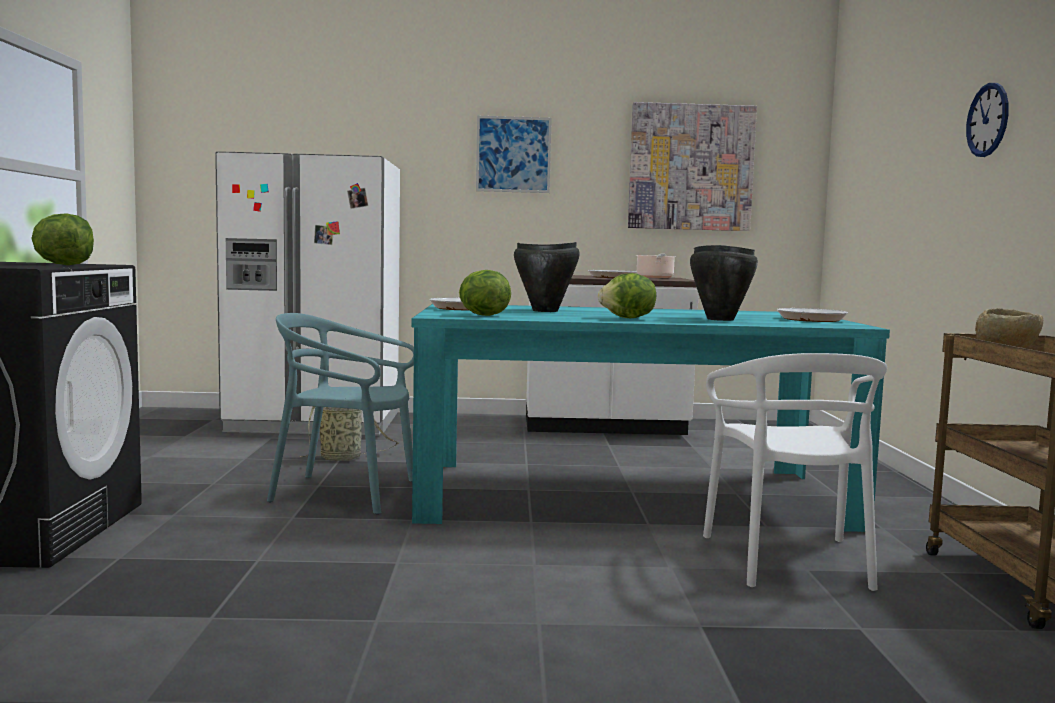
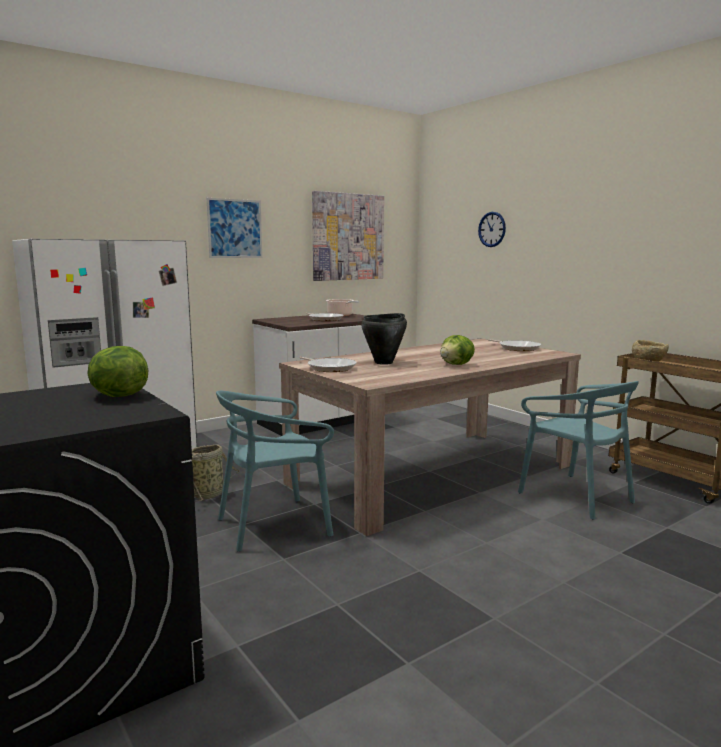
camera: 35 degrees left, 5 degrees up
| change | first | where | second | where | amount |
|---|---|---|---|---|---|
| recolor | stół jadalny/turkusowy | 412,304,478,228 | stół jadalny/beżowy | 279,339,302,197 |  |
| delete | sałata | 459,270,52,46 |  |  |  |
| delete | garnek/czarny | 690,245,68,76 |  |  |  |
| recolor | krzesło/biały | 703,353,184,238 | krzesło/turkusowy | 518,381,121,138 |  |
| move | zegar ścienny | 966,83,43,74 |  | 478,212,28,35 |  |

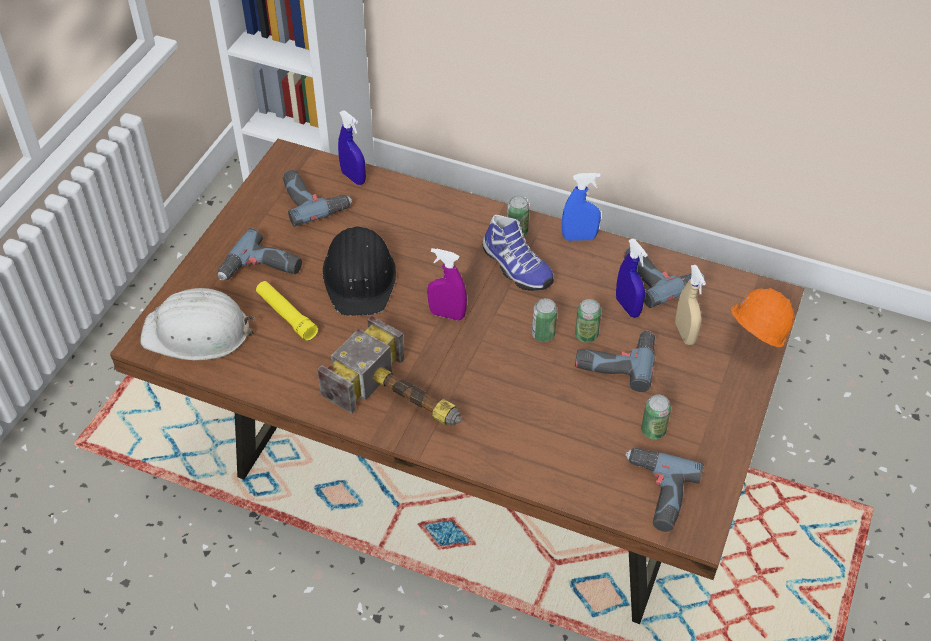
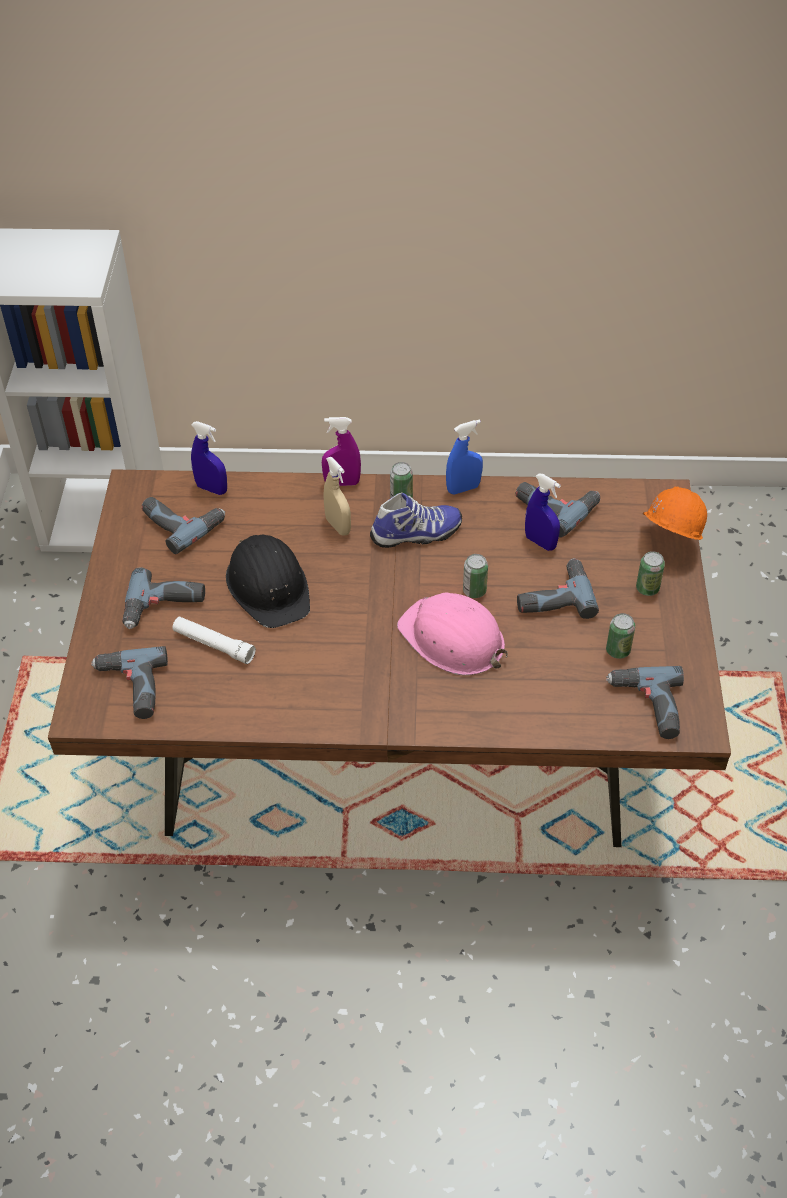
camera: 20 degrees left, 0 degrees up
| change | first | where | second | where | amount |
|---|---|---|---|---|---|
| replace | kask/biały | 140,288,115,73 | wiertarka | 91,646,77,73 |  |
| recolor | latarka/żółty | 256,281,62,60 | latarka/biały | 172,617,84,47 |  |
| delete | młotek | 317,316,144,110 |  |  |  |
| move | spryskiwacz/fioletowy | 427,248,40,73 |  | 322,417,39,69 |  |
| rotate | but | 482,215,72,76 |  | 370,492,92,56 | 45 degrees counterclockwise |
| move | puszka | 575,299,26,44 |  | 636,551,29,45 |  |
| move | spryskiwacz/beżowy | 675,265,31,80 |  | 324,457,27,79 |  |
| insert |  |  | kask/różowy | 397,593,111,82 |  |

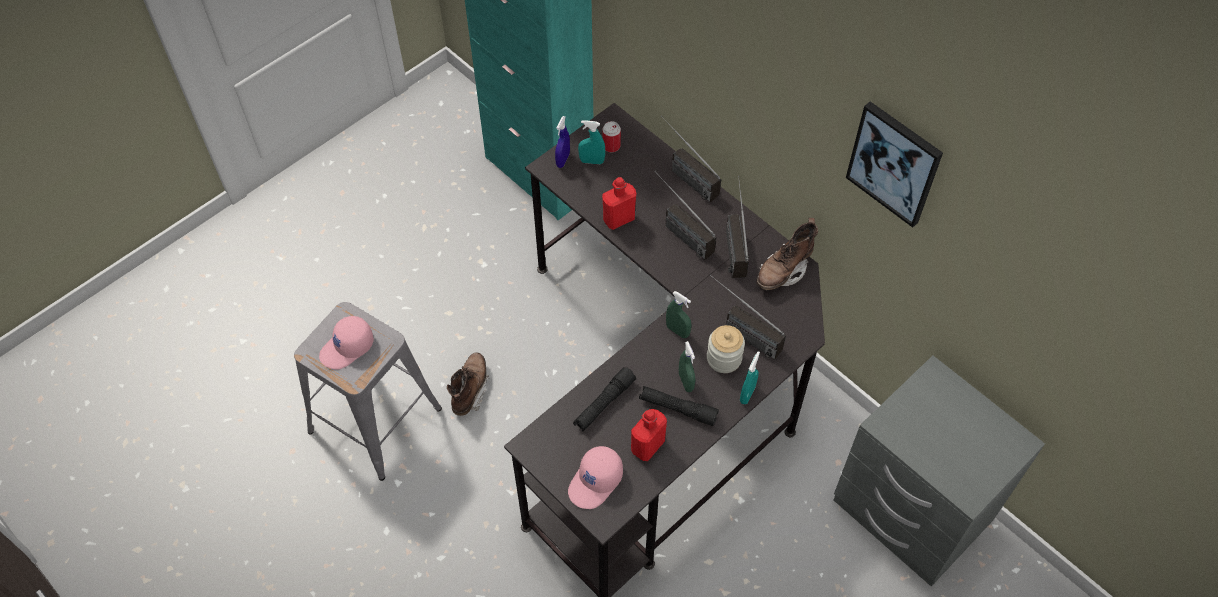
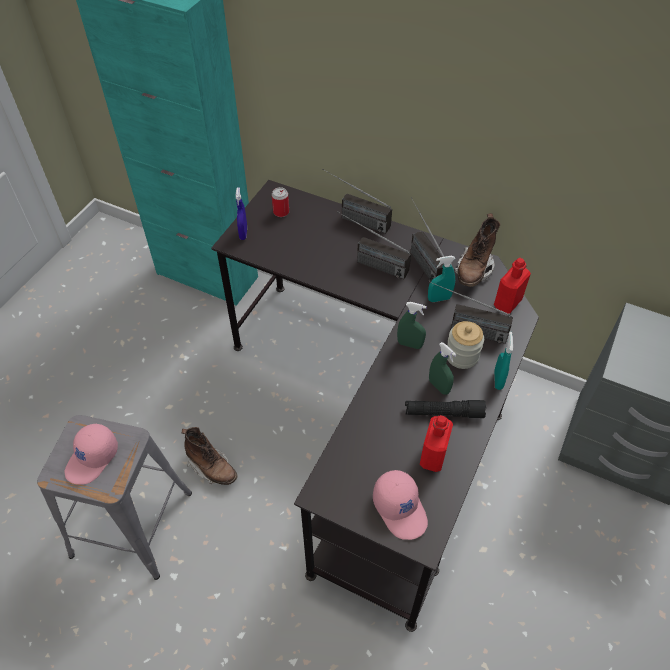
camera: 20 degrees left, 5 degrees down
| change | first | where | second | where | amount |
|---|---|---|---|---|---|
| rotate | but z cholewką/brązowy | 447,352,42,64 |  | 182,427,56,58 | 135 degrees clockwise |
| rotate | czapka z daszkiem/różowy | 568,446,55,63 |  | 373,470,55,70 | 45 degrees counterclockwise |
| delete | latarka/czarny | 573,367,63,65 |  |  |  |
| move | spryskiwacz/turkusowy | 578,120,27,44 |  | 428,256,27,46 |  |
| move | butelka/czerwony | 602,177,34,53 |  | 494,258,37,56 |  |
| delete | obraz | 846,101,97,127 |  |  |  |

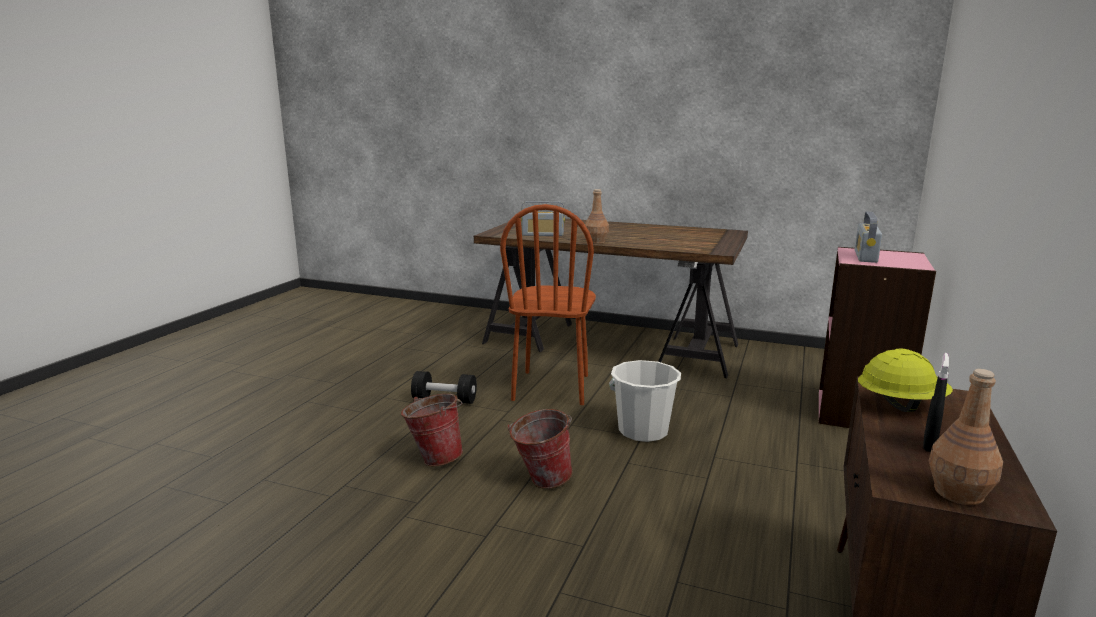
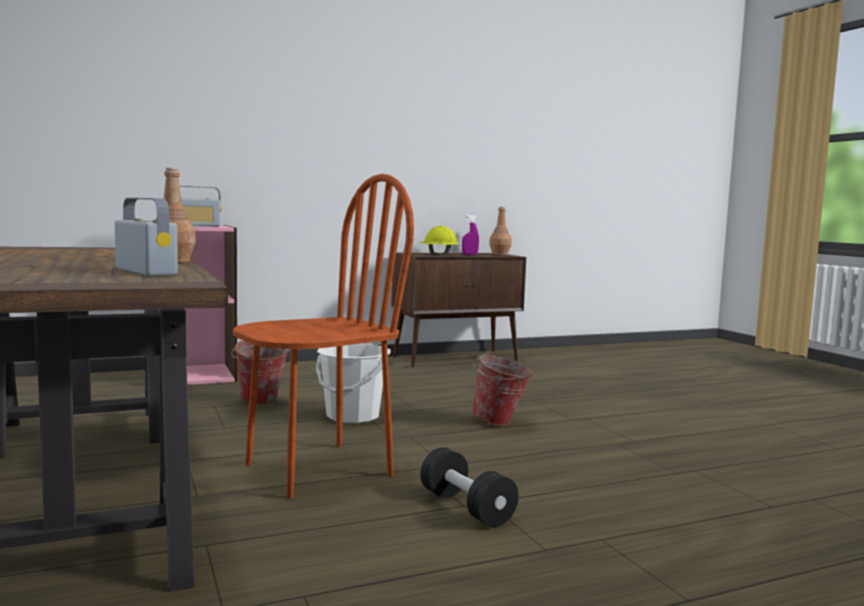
camera: 135 degrees left, 10 degrees down
| change | first | where | second | where | amount |
|---|---|---|---|---|---|
| move | wiadro | 401,394,62,73 |  | 231,341,58,63 |  |
| recolor | spryskiwacz/czarny | 923,353,26,99 | spryskiwacz/fioletowy | 462,214,17,41 |  |

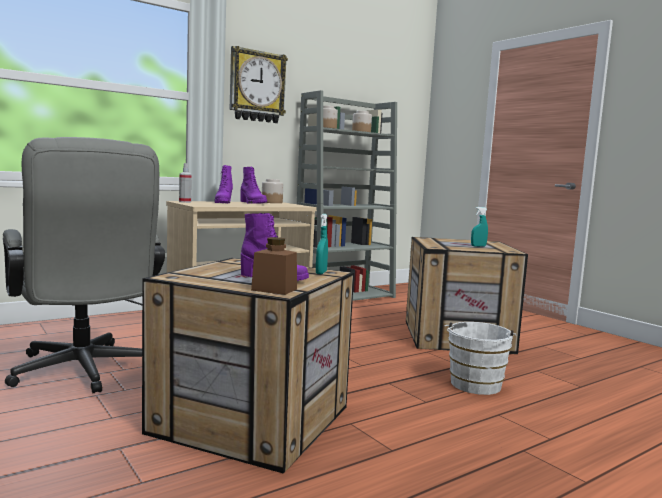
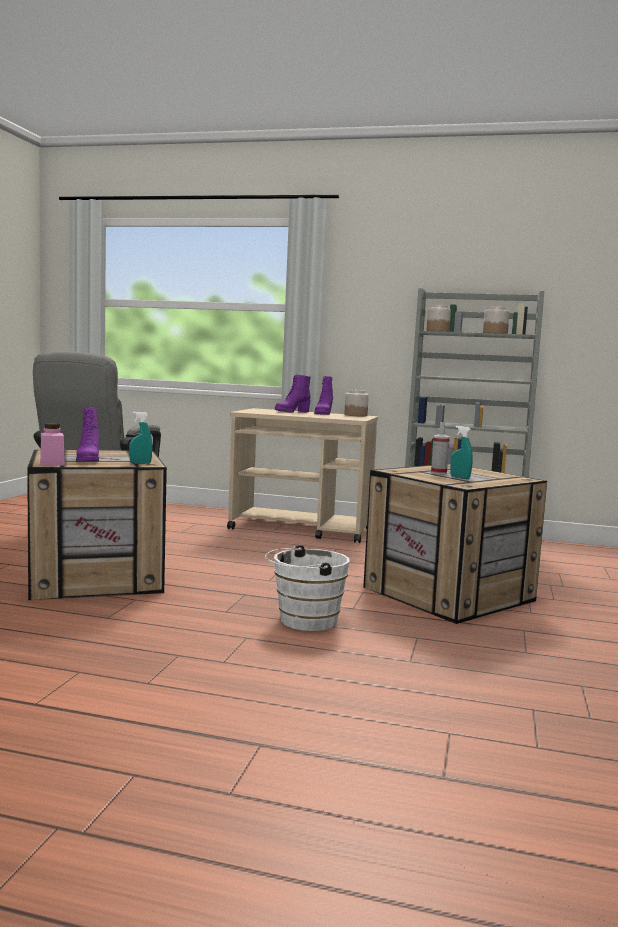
camera: 50 degrees right, 0 degrees up
| change | first | where | second | where | amount |
|---|---|---|---|---|---|
| move | spryskiwacz | 179,163,13,40 |  | 431,422,19,52 |  |
| delete | zegar ścienny | 230,46,58,77 |  |  |  |
| recolor | słoik/brązowy | 251,237,46,58 | słoik/różowy | 40,423,25,43 |  |

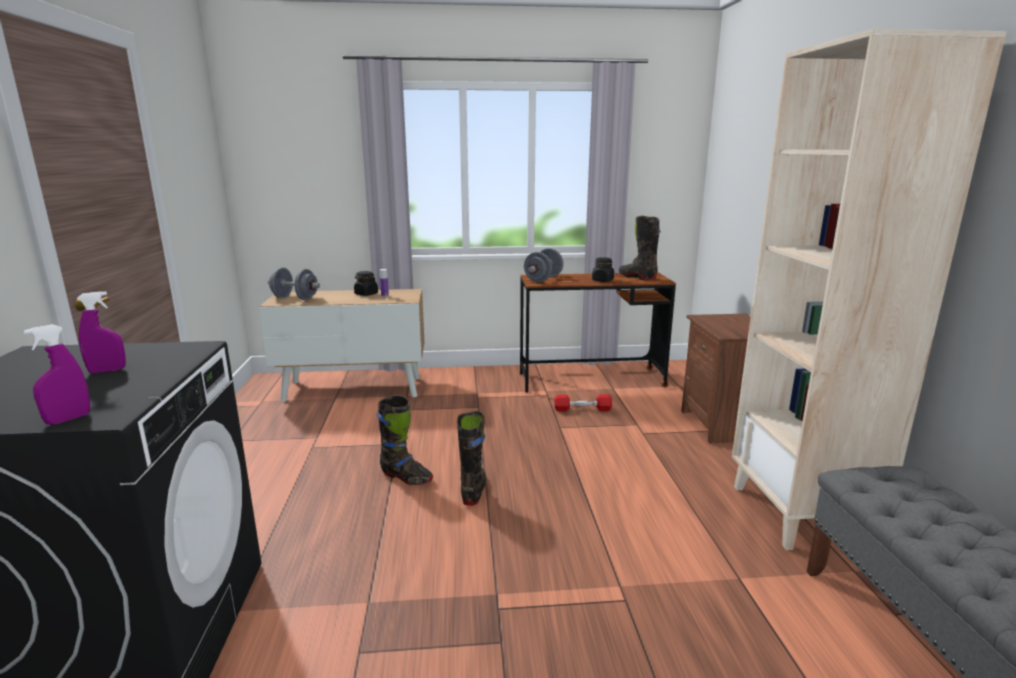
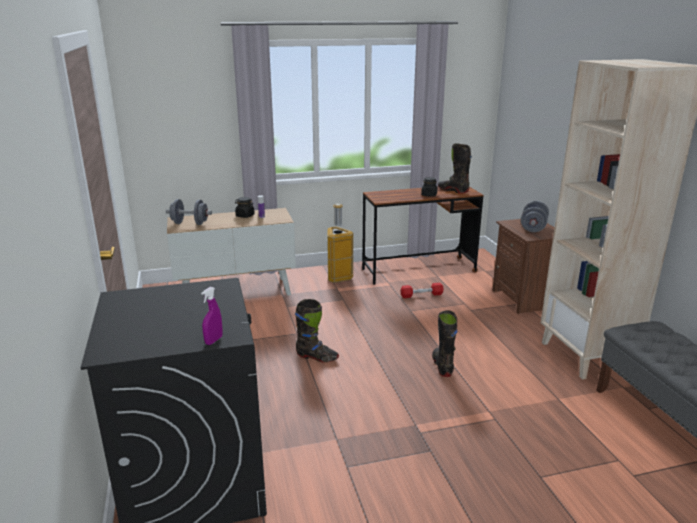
camera: 10 degrees left, 5 degrees up
| change | first | where | second | where | amount |
|---|---|---|---|---|---|
| delete | spryskiwacz/fioletowy | 77,291,49,83 |  |  |  |
| move | but z cholewką/czarny | 457,411,30,95 |  | 432,310,25,67 |  |
| move | hantel/szary | 524,248,39,34 |  | 521,201,28,31 |  |
| insert |  |  | kosz na śmieci | 327,204,26,79 |  |

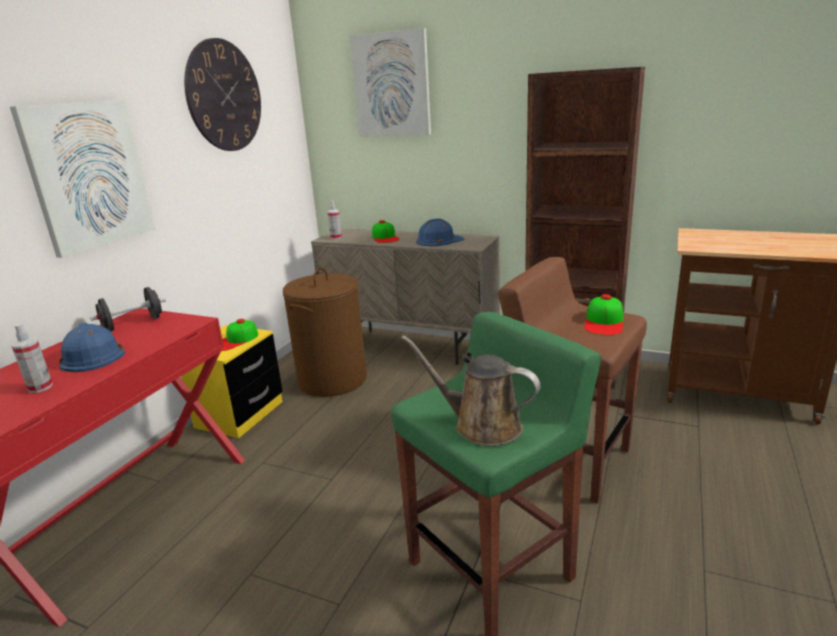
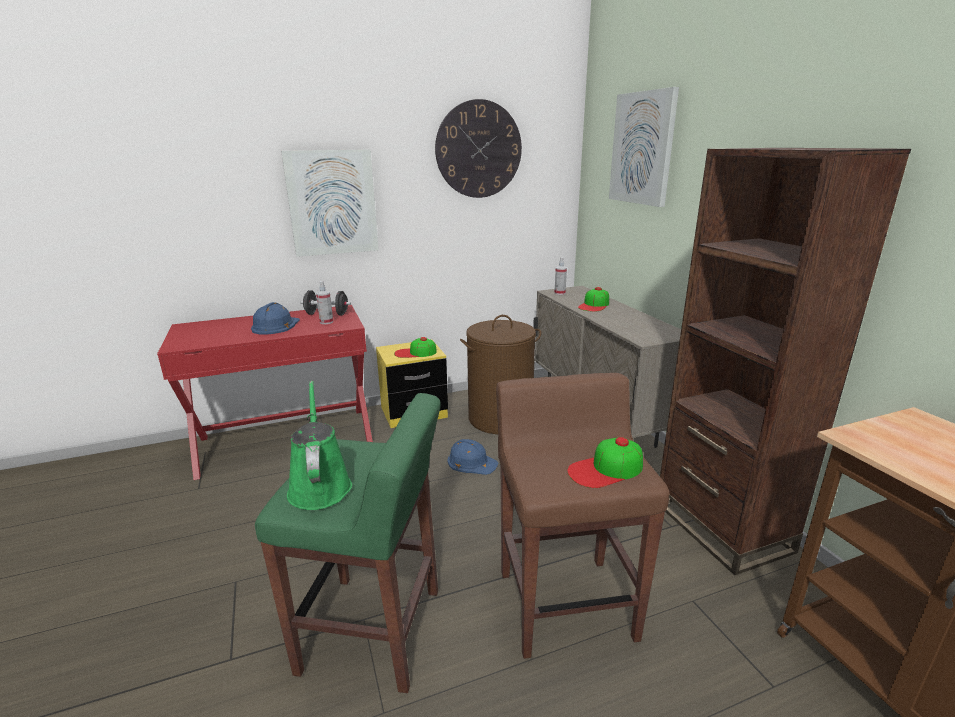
camera: 45 degrees right, 0 degrees up
| change | first | where | second | where | amount |
|---|---|---|---|---|---|
| move | spryskiwacz | 11,323,42,70 |  | 316,281,17,43 |  |
| recolor | konewka/brązowy | 401,335,140,111 | konewka/zielony | 287,381,65,129 |  |
| move | kask/niebieski | 416,218,49,28 |  | 447,439,52,36 |  |

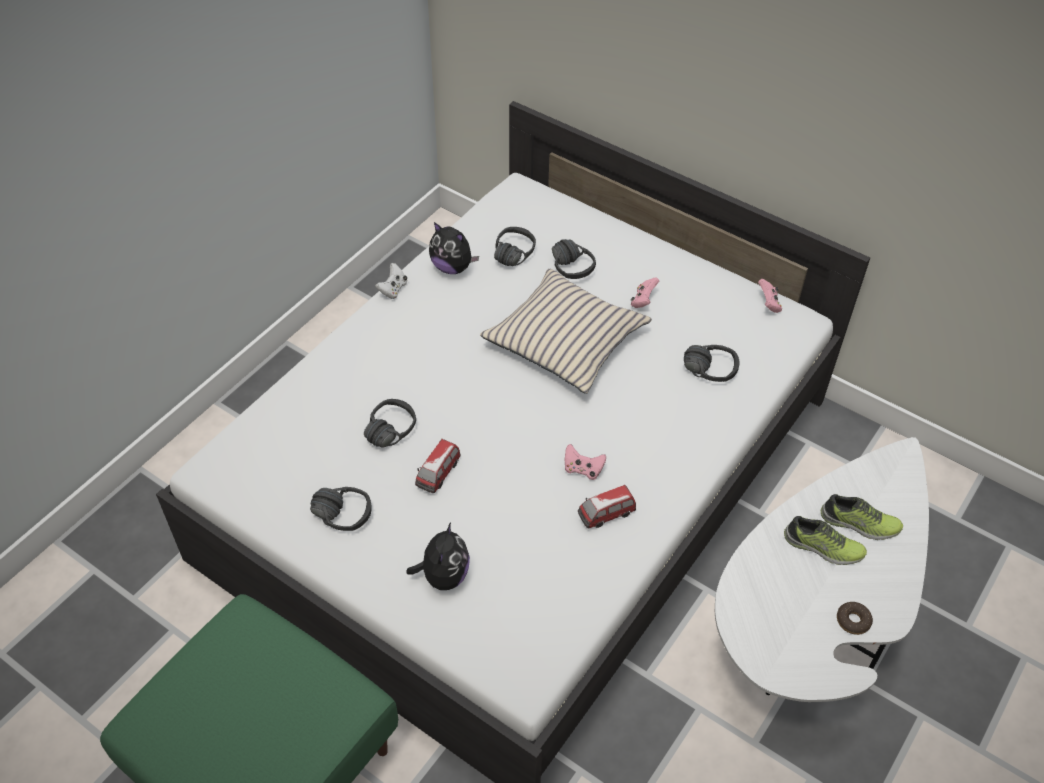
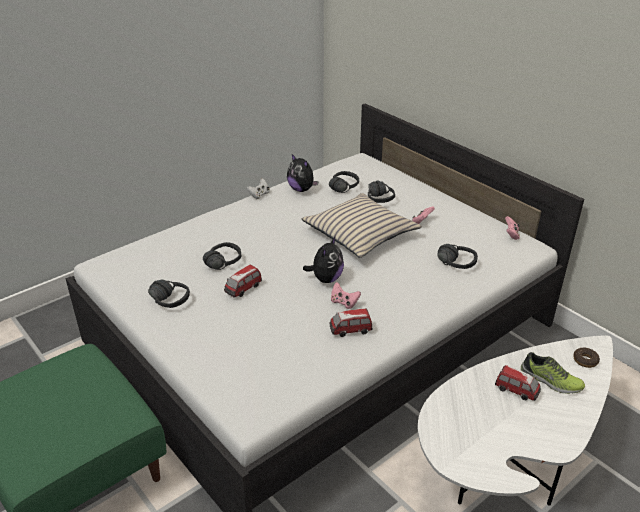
camera: 15 degrees right, 15 degrees down
| change | first | where | second | where | amount |
|---|---|---|---|---|---|
| move | pluszak | 406,522,64,68 |  | 303,237,41,46 |  |
| replace | but | 784,516,83,49 | samochodzik | 495,365,46,36 |  |
| move | donut | 837,602,36,33 |  | 573,348,27,20 |  |

